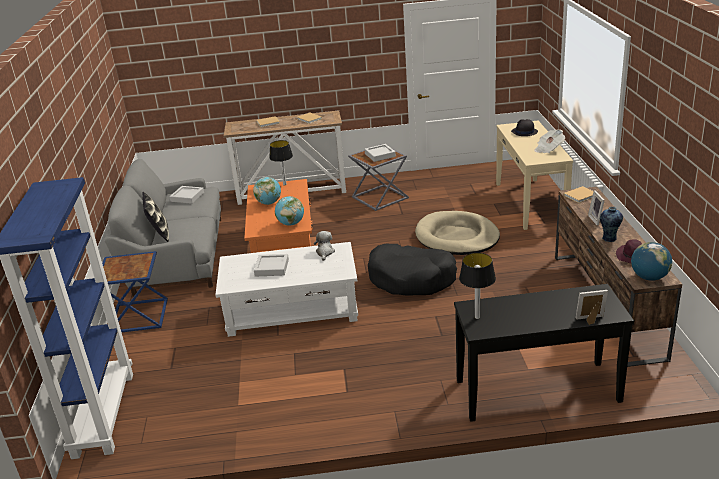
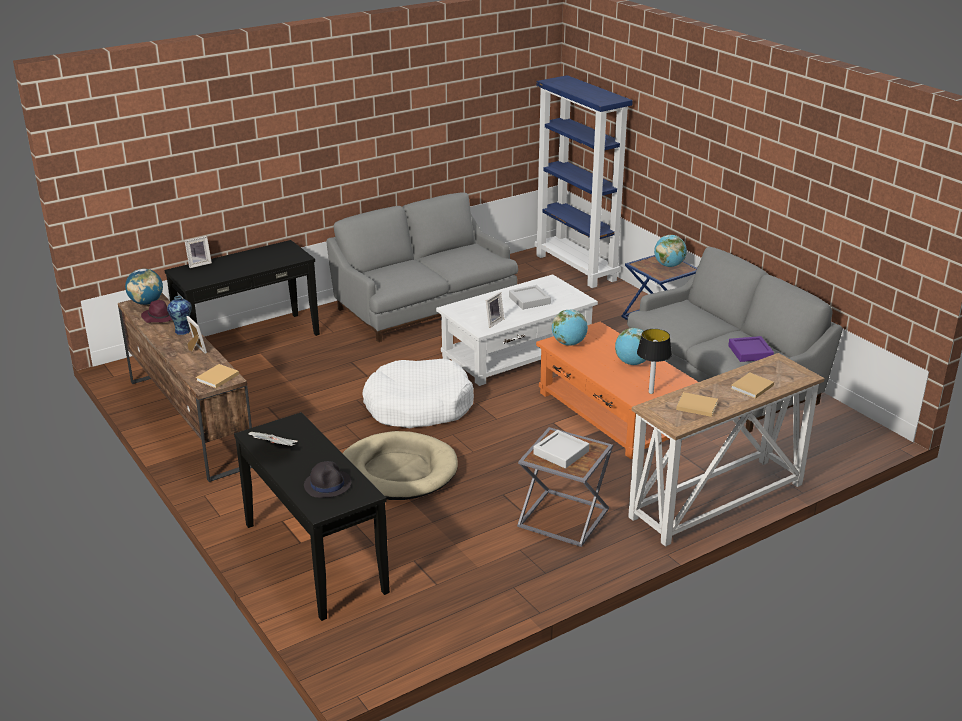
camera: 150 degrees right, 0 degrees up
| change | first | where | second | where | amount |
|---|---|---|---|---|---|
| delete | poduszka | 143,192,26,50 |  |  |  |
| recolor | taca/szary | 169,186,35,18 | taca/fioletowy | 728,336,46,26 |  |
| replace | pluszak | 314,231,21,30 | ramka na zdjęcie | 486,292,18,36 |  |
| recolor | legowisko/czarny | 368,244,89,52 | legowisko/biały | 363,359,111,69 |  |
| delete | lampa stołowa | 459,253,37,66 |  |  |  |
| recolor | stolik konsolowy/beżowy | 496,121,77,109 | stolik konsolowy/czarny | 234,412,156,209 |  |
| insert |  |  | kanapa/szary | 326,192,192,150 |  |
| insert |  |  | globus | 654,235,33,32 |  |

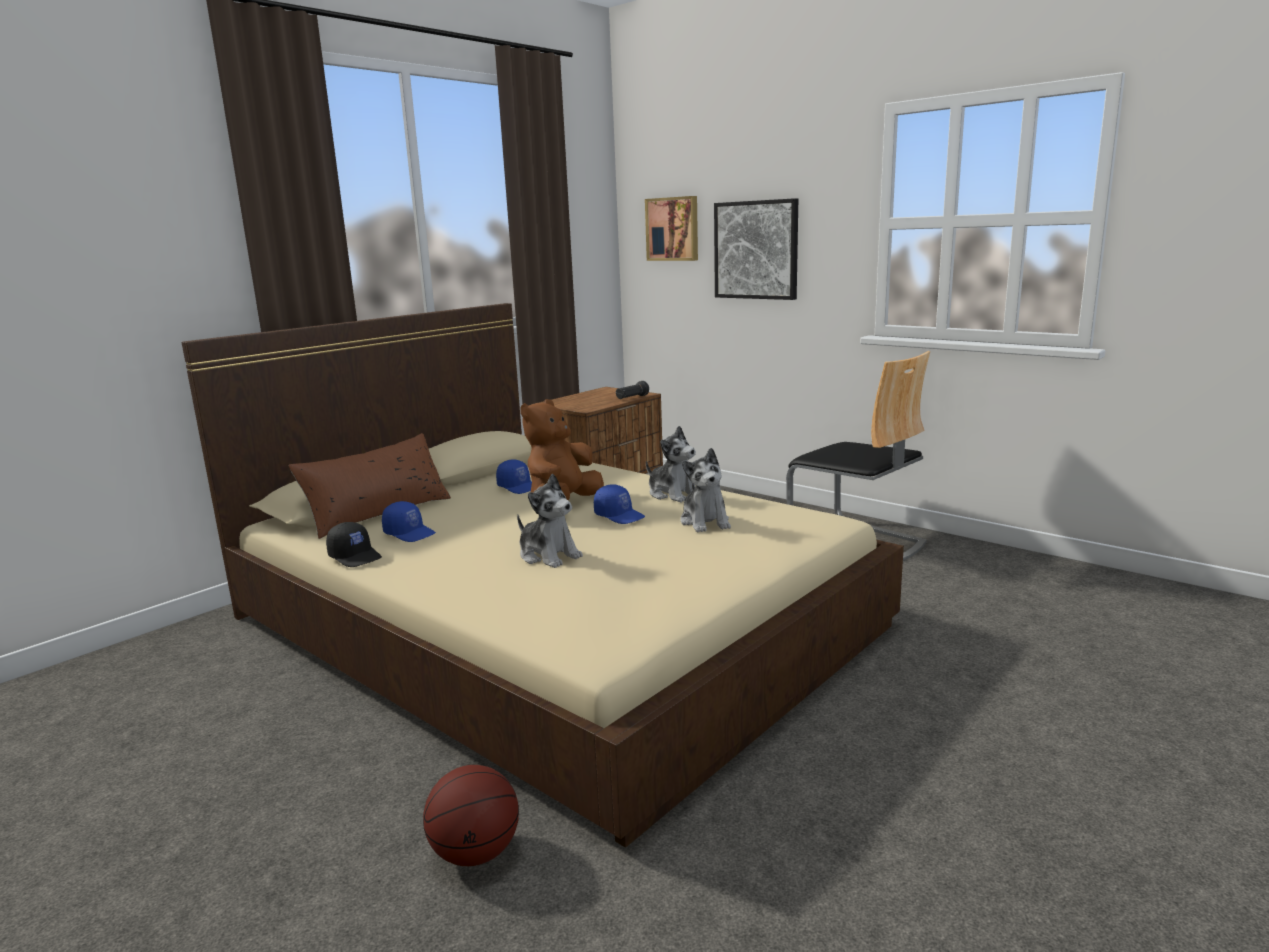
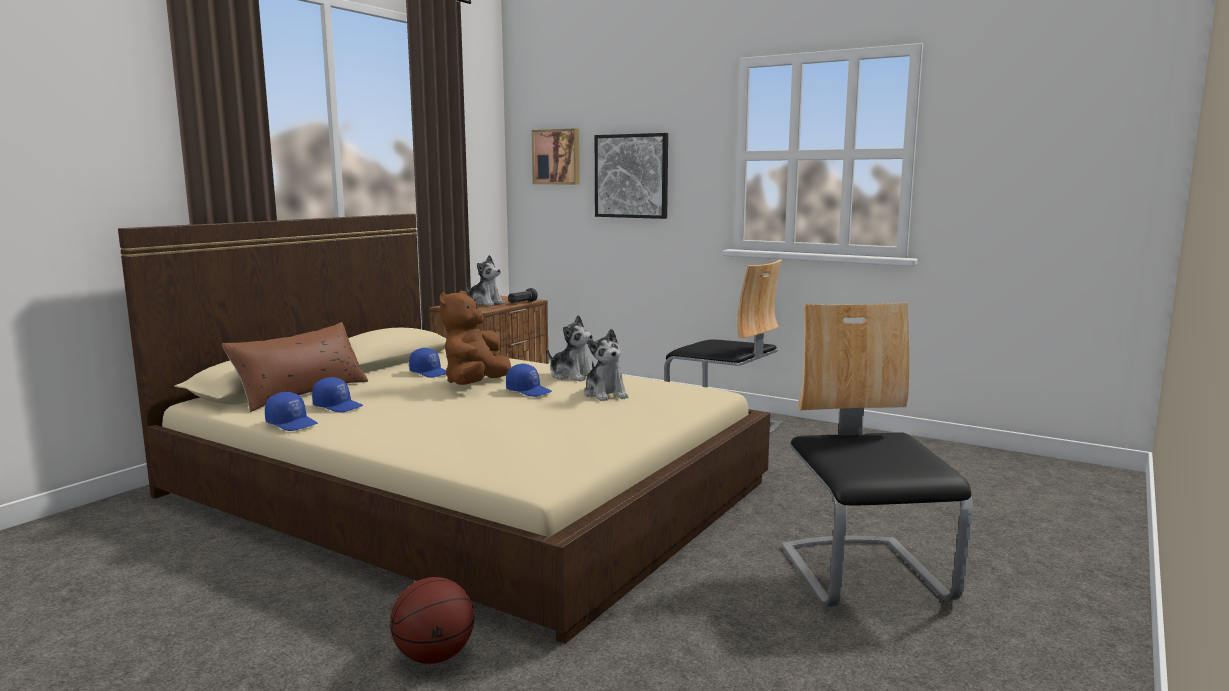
camera: 10 degrees left, 5 degrees down
| change | first | where | second | where | amount |
|---|---|---|---|---|---|
| recolor | czapka z daszkiem/czarny | 326,522,56,45 | czapka z daszkiem/niebieski | 265,392,53,39 |  |
| move | pluszak | 517,474,66,94 |  | 466,255,39,51 |  |
| insert |  |  | krzesło | 782,302,191,305 |  |

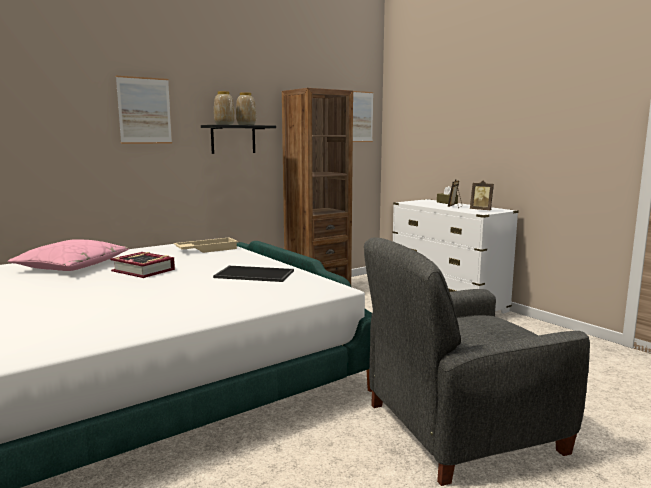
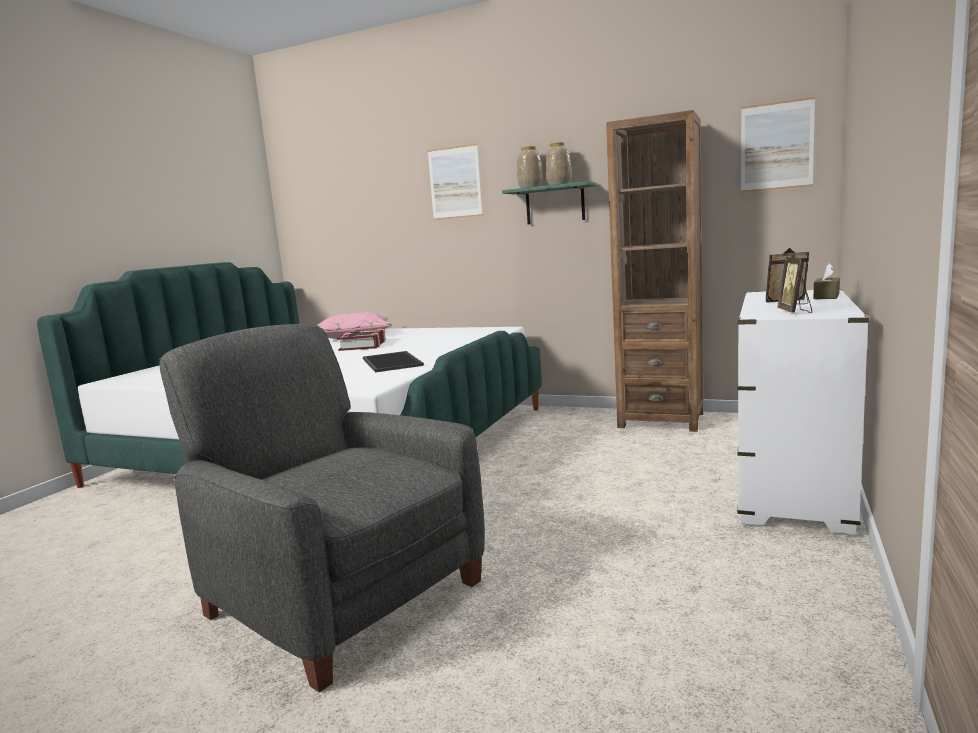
camera: 60 degrees right, 0 degrees up
| change | first | where | second | where | amount |
|---|---|---|---|---|---|
| delete | taca/beżowy | 174,237,64,16 |  |  |  |
| recolor | półka/czarny | 201,125,75,29 | półka/zielony | 502,181,95,43 |  |

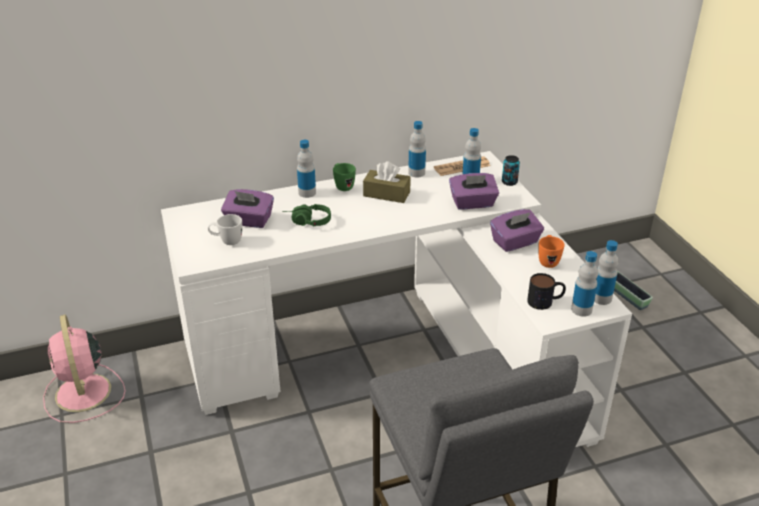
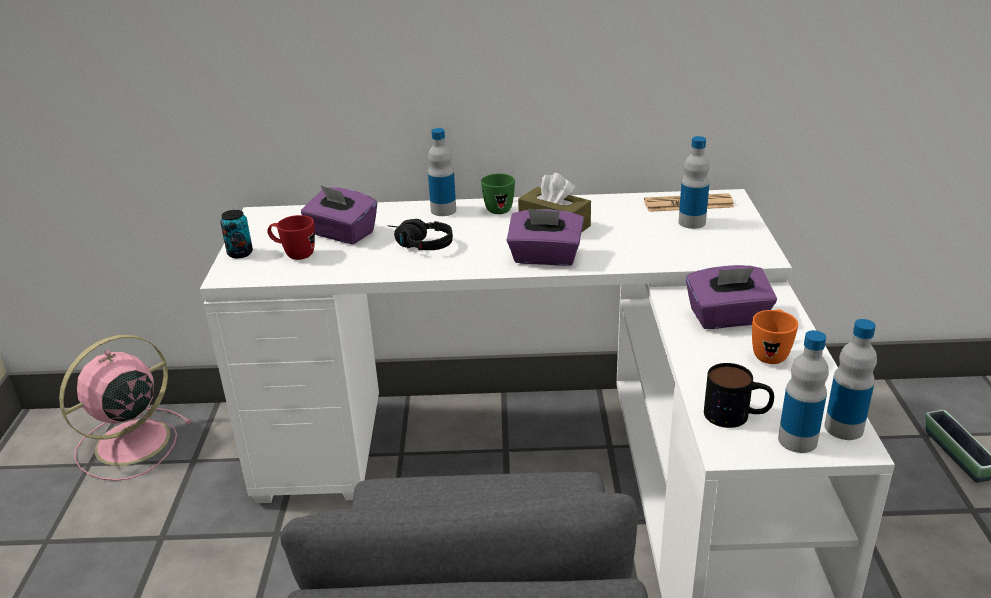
camera: 20 degrees right, 5 degrees down
| change | first | where | second | where | amount |
|---|---|---|---|---|---|
| rotate | wentylator/różowy | 43,314,83,109 |  | 59,334,132,147 | 45 degrees clockwise |
| recolor | kubek/biały | 208,214,34,31 | kubek/czerwony | 267,215,48,45 |  |
| recolor | słuchawki/zielony | 282,204,49,22 | słuchawki/czarny | 388,219,65,31 |  |
| delete | butelka | 408,121,18,56 |  |  |  |
| move | pudełko chusteczek/fioletowy | 449,173,50,37 |  | 506,209,78,57 |  |
| move | puszka | 502,155,18,31 |  | 220,210,33,49 |  |

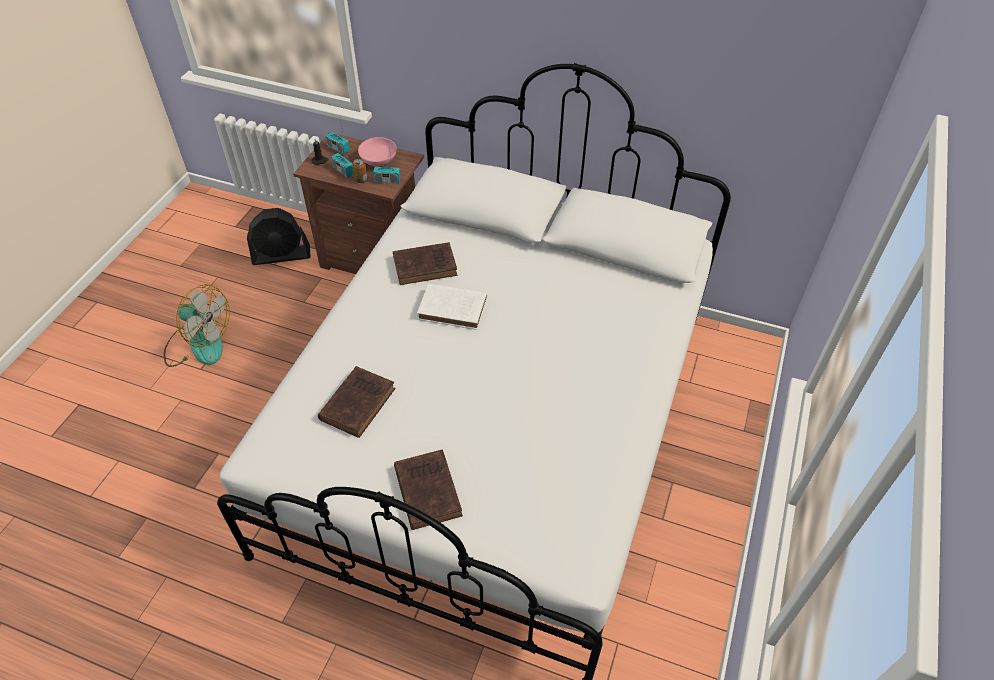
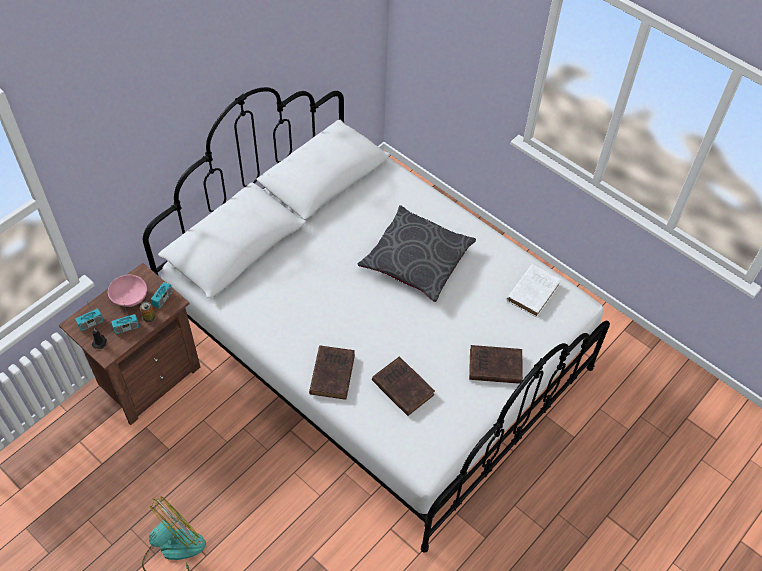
camera: 70 degrees left, 5 degrees up
| change | first | where | second | where | amount |
|---|---|---|---|---|---|
| delete | wentylator/czarny | 247,208,63,57 |  |  |  |
| move | książka/brązowy | 393,242,65,43 |  | 309,345,46,55 |  |
| move | książka/biały | 417,284,70,46 |  | 507,264,54,53 |  |
| insert |  |  | poduszka/szary | 357,205,119,97 |  |

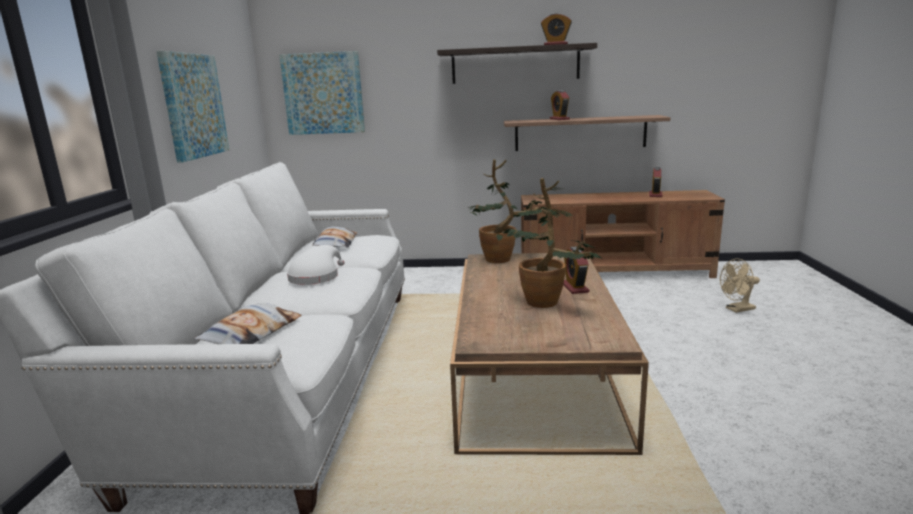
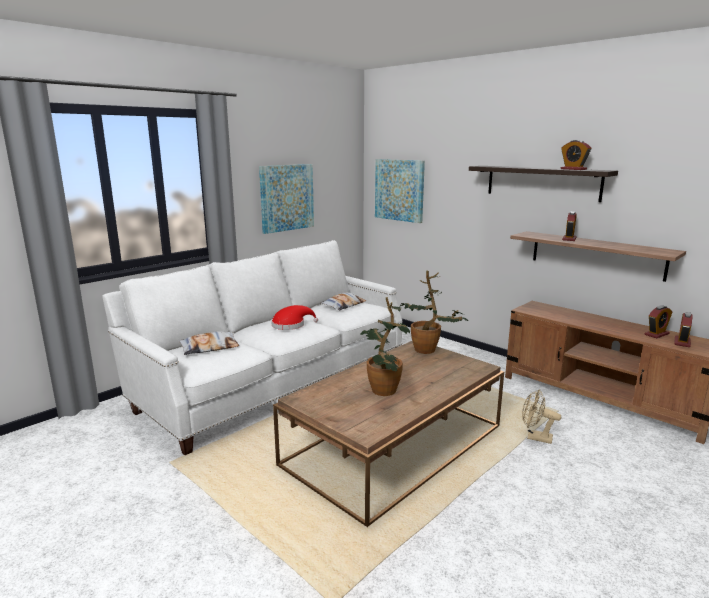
camera: 40 degrees right, 0 degrees up
| change | first | where | second | where | amount |
|---|---|---|---|---|---|
| recolor | kapelusz/biały | 287,245,58,40 | kapelusz/czerwony | 271,305,47,25 |  |
| move | budzik | 563,247,27,47 |  | 674,312,19,35 |  |
| move | wentylator/beżowy | 720,259,40,54 |  | 522,389,39,55 |  |

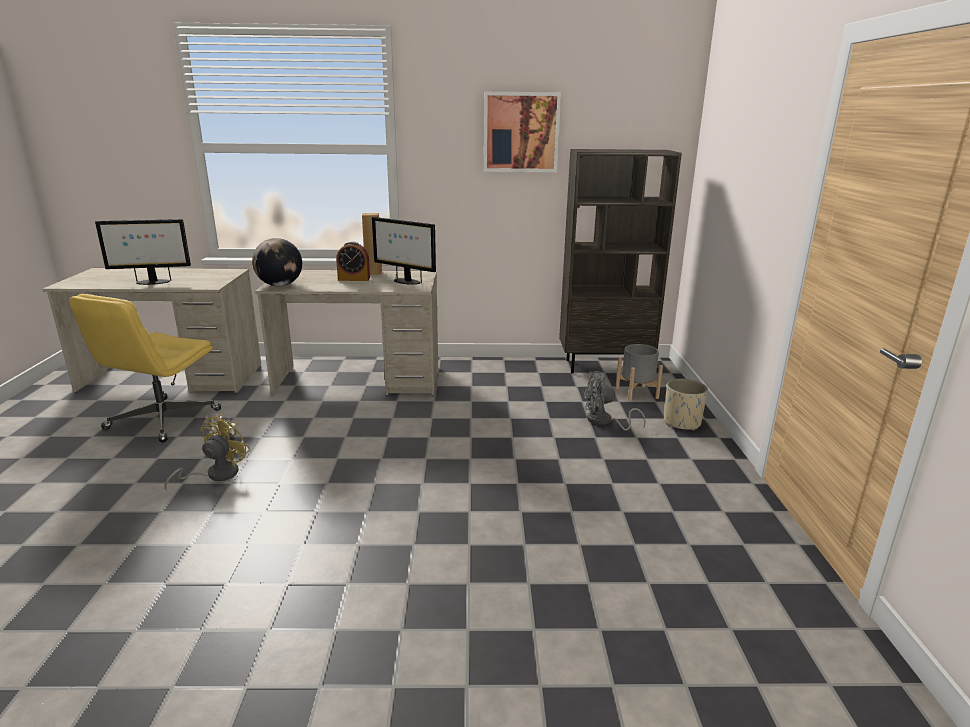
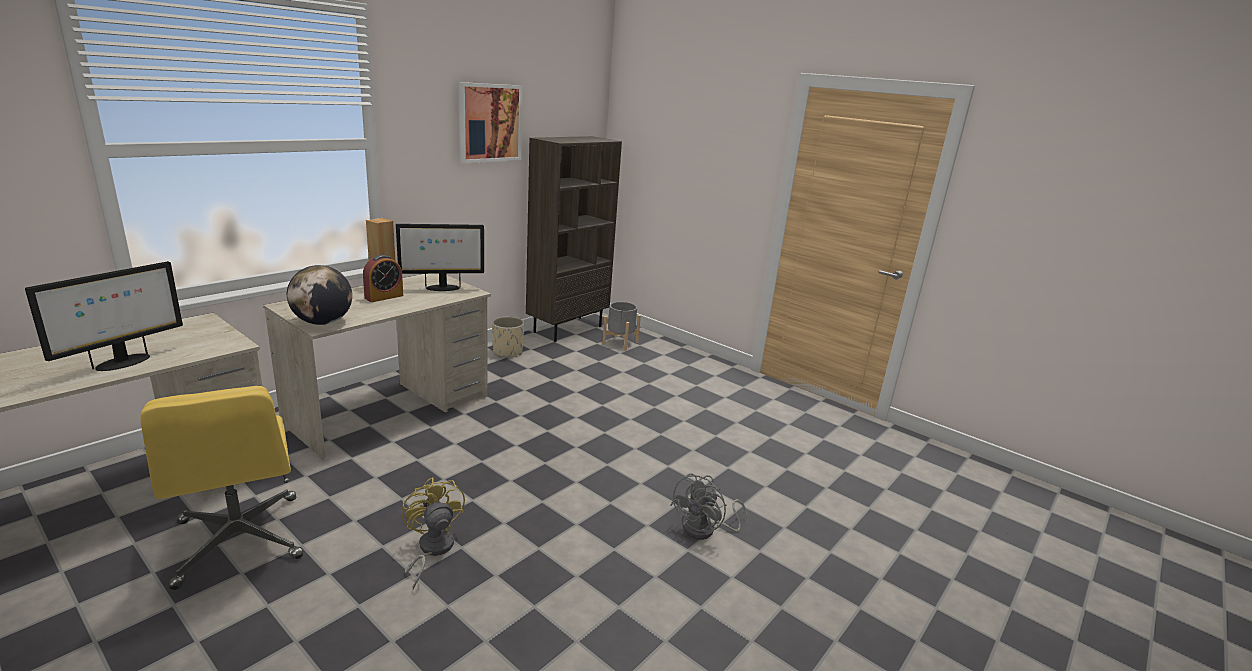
camera: 50 degrees left, 0 degrees up
| change | first | where | second | where | amount |
|---|---|---|---|---|---|
| move | wentylator/szary | 583,371,63,60 |  | 670,473,77,67 |  |
| move | donica/beżowy | 664,379,44,52 |  | 492,316,32,42 |  |

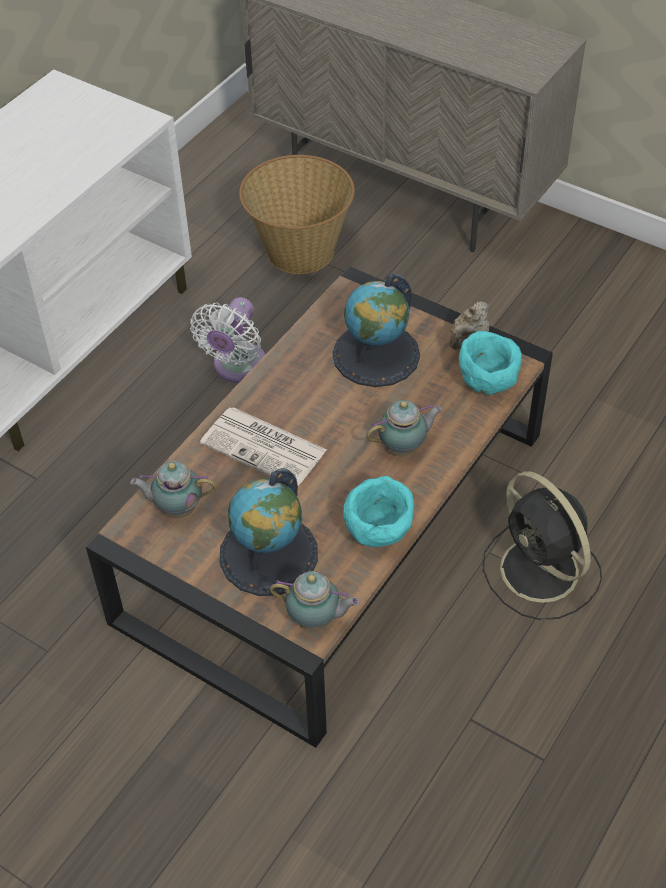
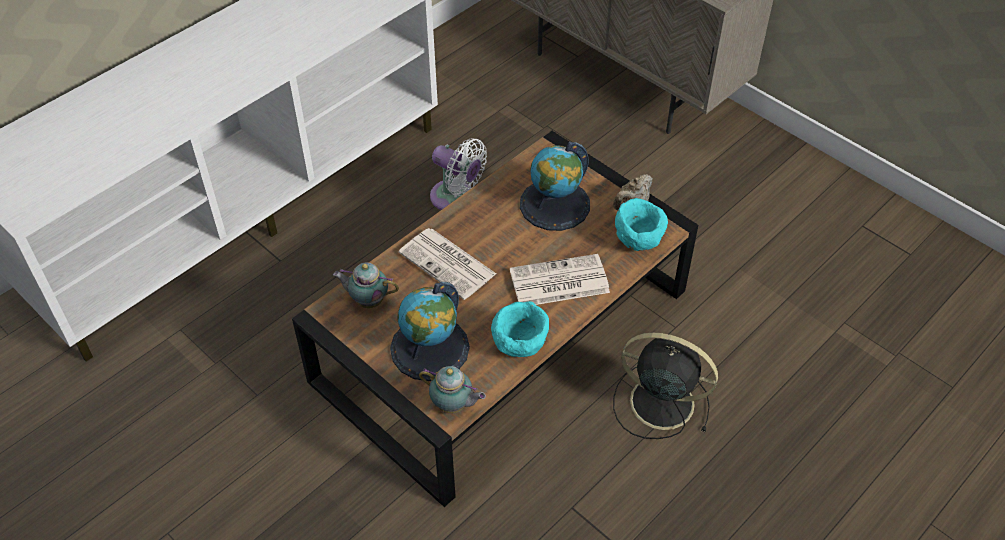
camera: 10 degrees right, 0 degrees up
| change | first | where | second | where | amount |
|---|---|---|---|---|---|
| rotate | wentylator/biały | 190,297,76,86 |  | 430,138,57,72 | 90 degrees counterclockwise |
| delete | koszyk | 239,155,116,119 |  |  |  |
| replace | imbryk | 366,400,77,56 | gazeta | 510,254,100,51 |  |
| rotate | wentylator/czarny | 483,471,119,149 |  | 613,333,105,106 | 135 degrees clockwise |

